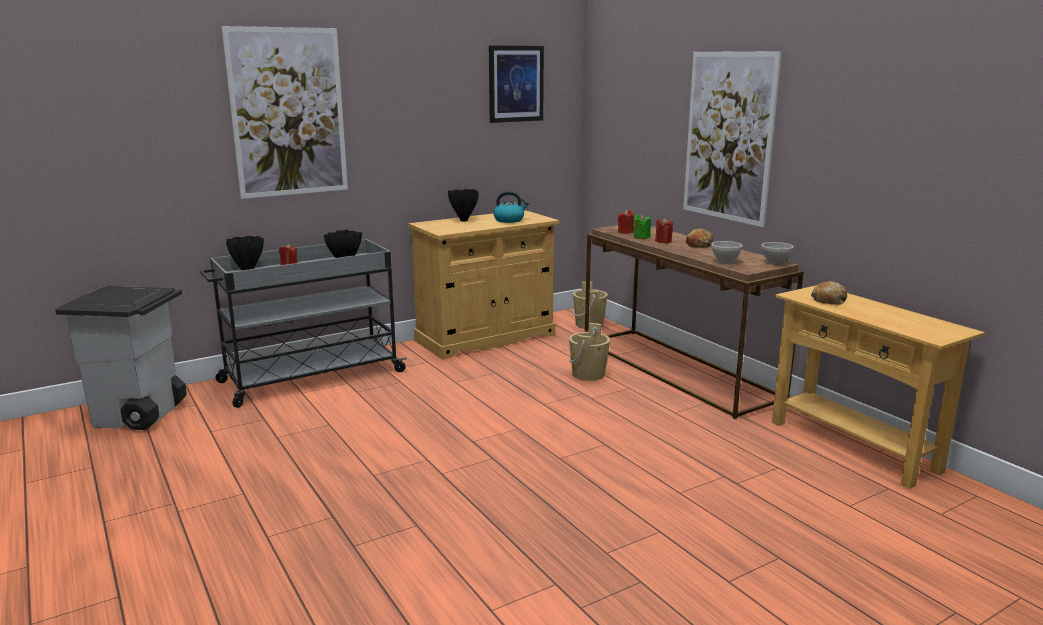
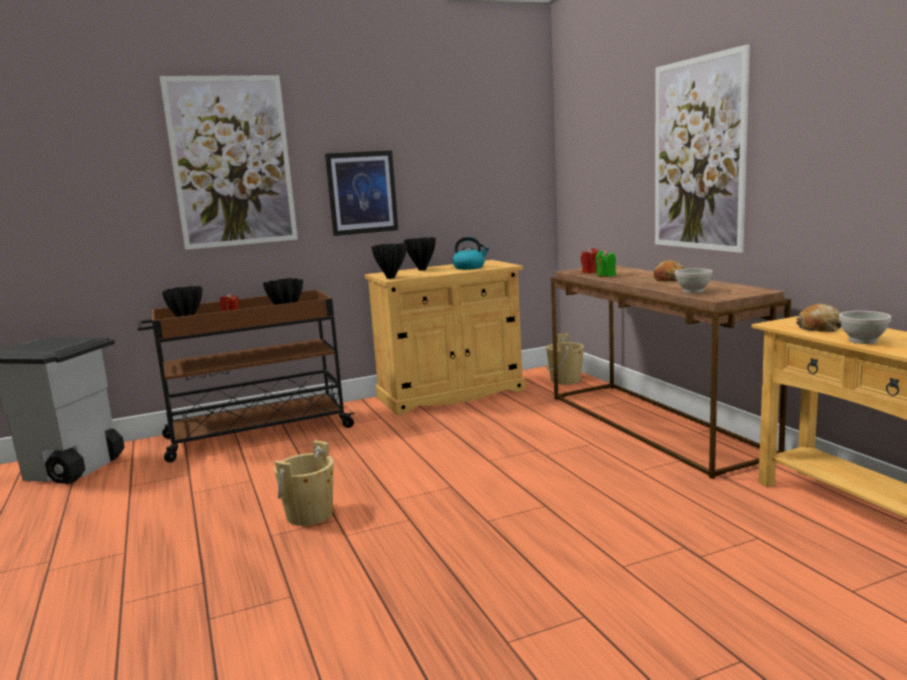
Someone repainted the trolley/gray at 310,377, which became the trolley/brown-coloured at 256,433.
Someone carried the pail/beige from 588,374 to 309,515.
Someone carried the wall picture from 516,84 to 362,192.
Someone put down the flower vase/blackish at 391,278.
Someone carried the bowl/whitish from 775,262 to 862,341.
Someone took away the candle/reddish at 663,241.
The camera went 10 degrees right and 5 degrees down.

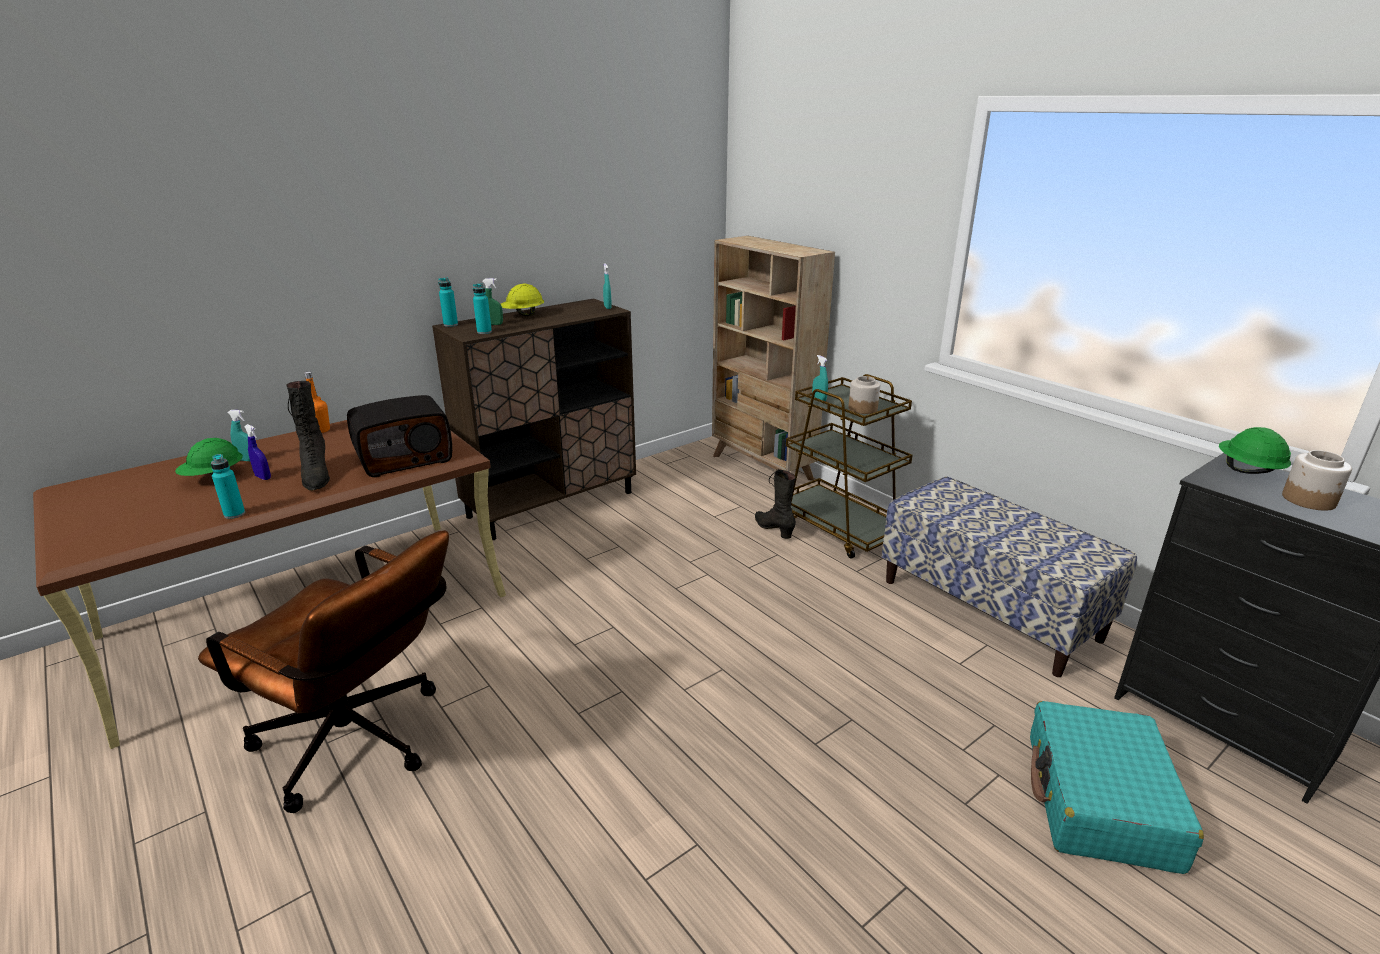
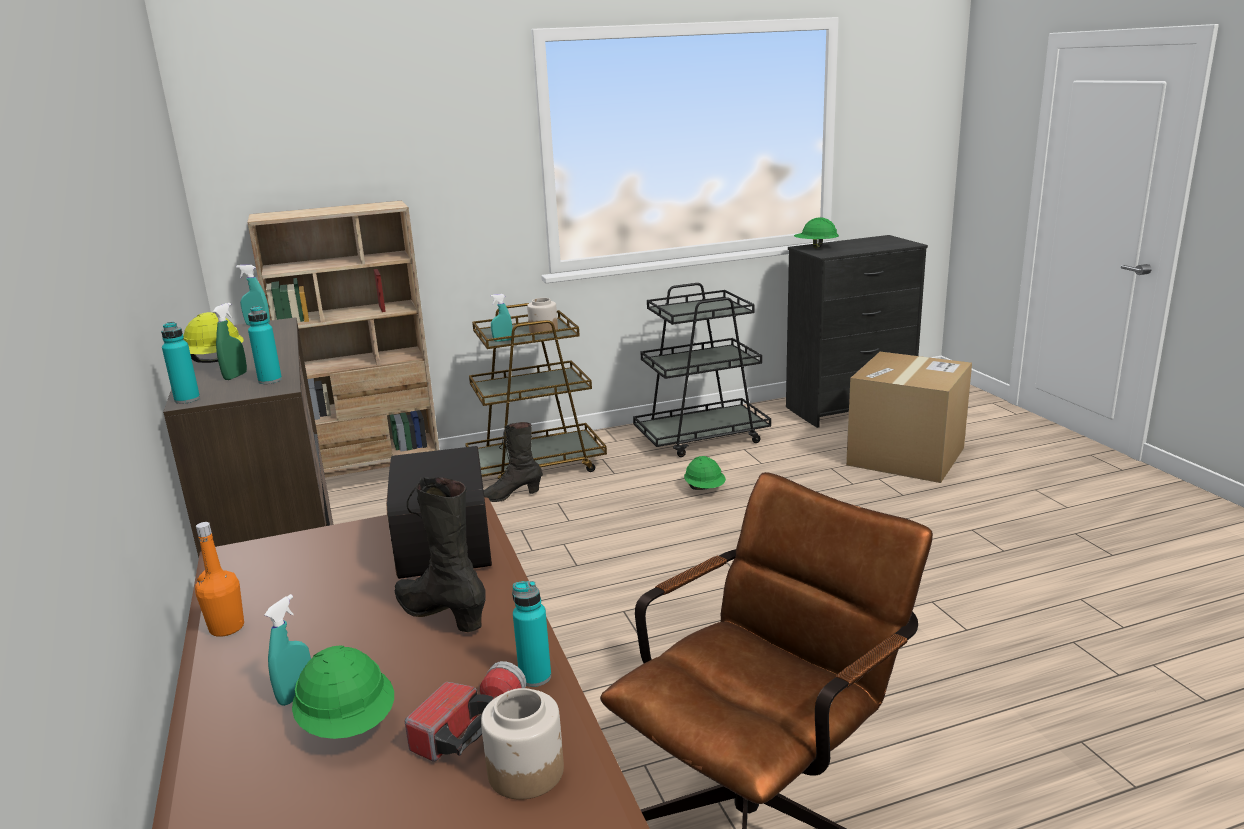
Someone rotated the high-top boot/blackish at 316,476 by 135 degrees counterclockwise.
Someone put down the hand torch at 470,726.
Someone carried the storage jar from 1309,500 to 527,771.
Someone swapped the bench at 989,609 for the trolley/blackish at 702,438.
Someone put down the hard hat/greenish at 705,489.
Someone swapped the travel case/turquoise at 1099,801 for the packing box at 905,456.
Someone took away the hand sprayer/bluish at 263,477.
The camera went 70 degrees left and 5 degrees down.

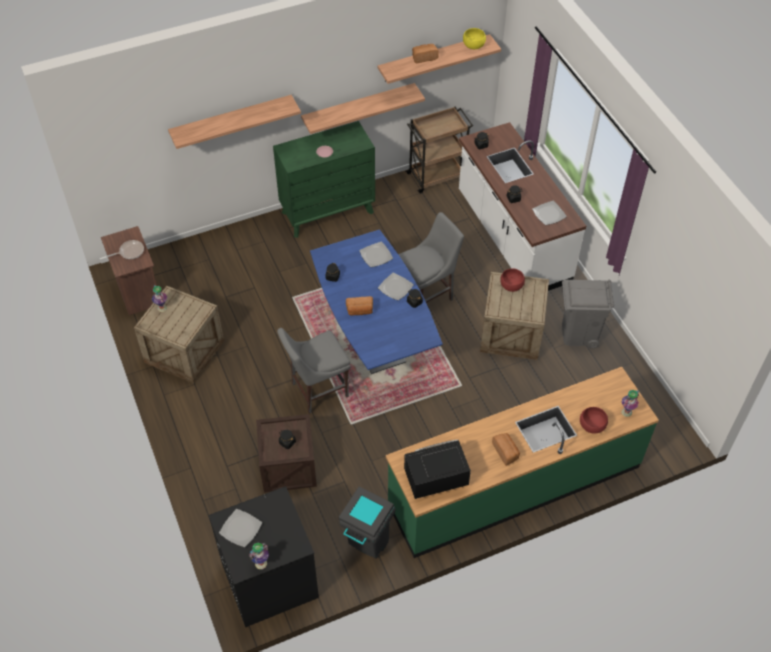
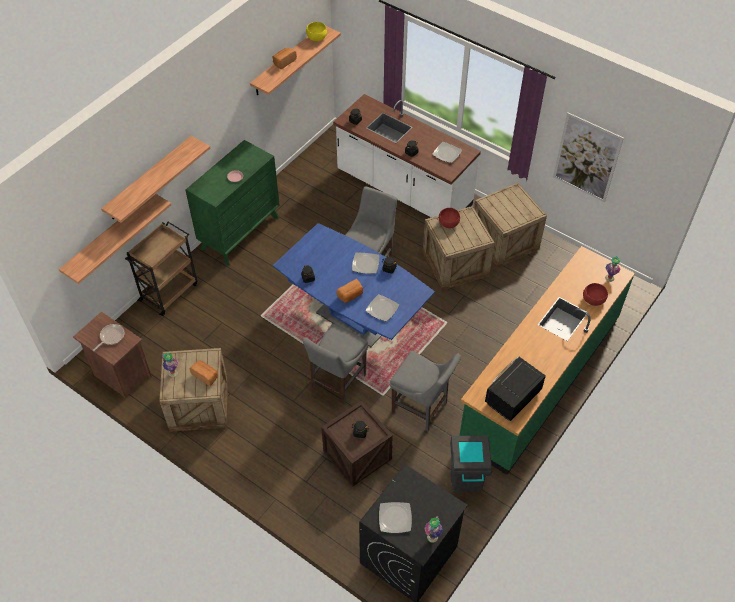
Someone carried the shelf from 358,107 to 109,236.
Someone carried the trolley/brown-coloured from 437,176 to 169,291.
Someone carried the bakery bread from 506,452 to 205,376.
Someone carried the plate from 376,255 to 382,308.
Someone put down the plain chair/gray at 421,409.
Someone swapped the trash can/gray at 578,333 for the packing crate at 504,241.
Someone put up the wall picture at 587,158.
The camera went 30 degrees left and 0 degrees up.

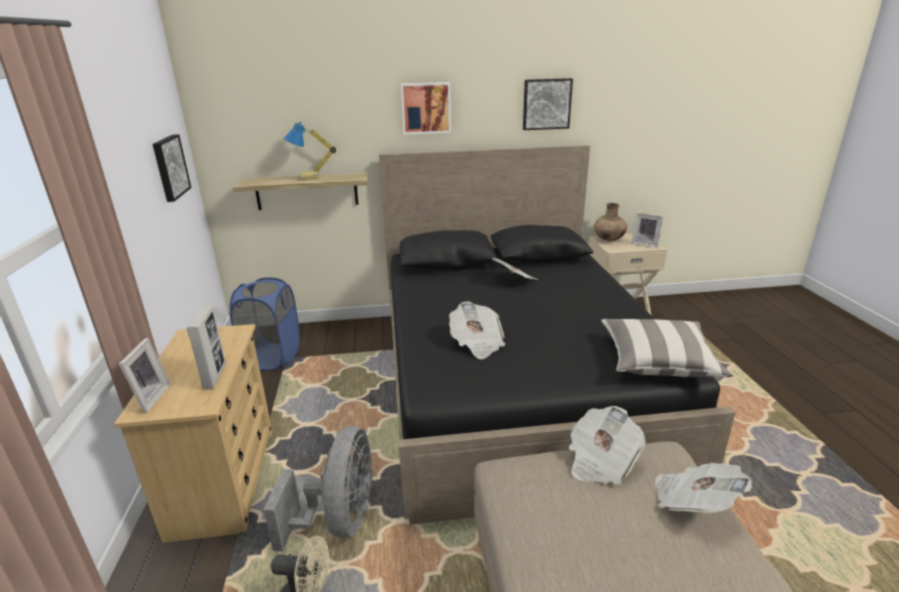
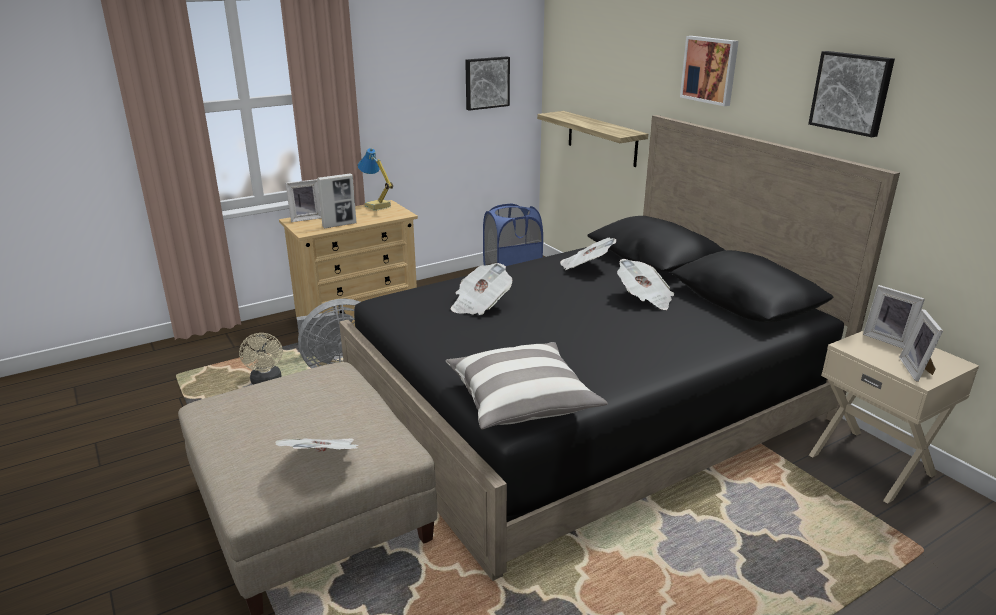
Someone carried the lamp for a table from 309,178 to 377,207.
Someone carried the printed paper from 600,461 to 585,267.
Someone swapped the flower vase/brown-coloured at 608,239 for the photo frame at 888,339.
The camera went 65 degrees right and 0 degrees up.

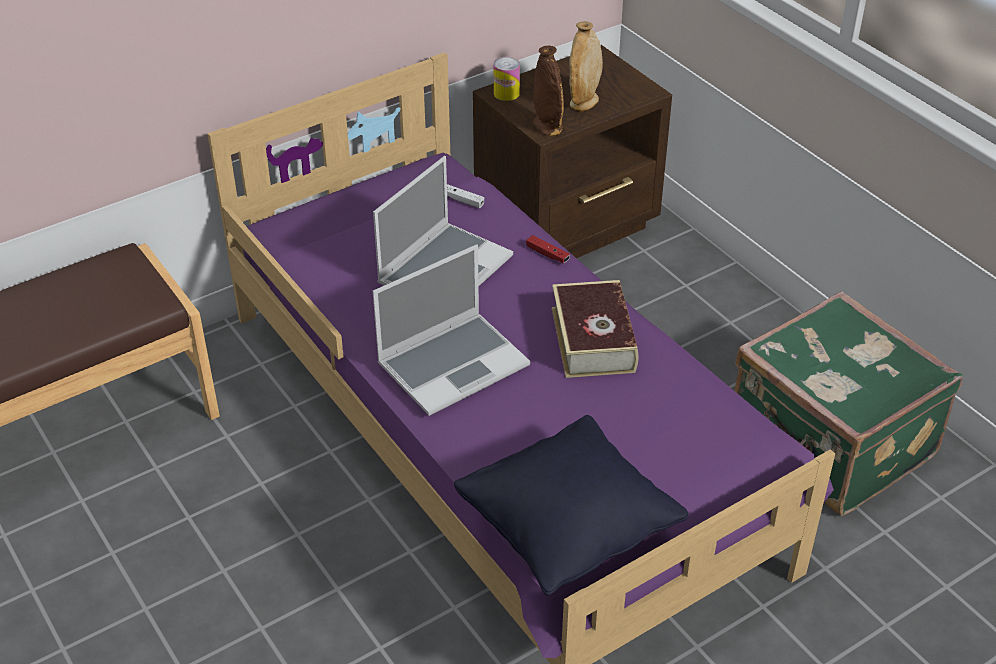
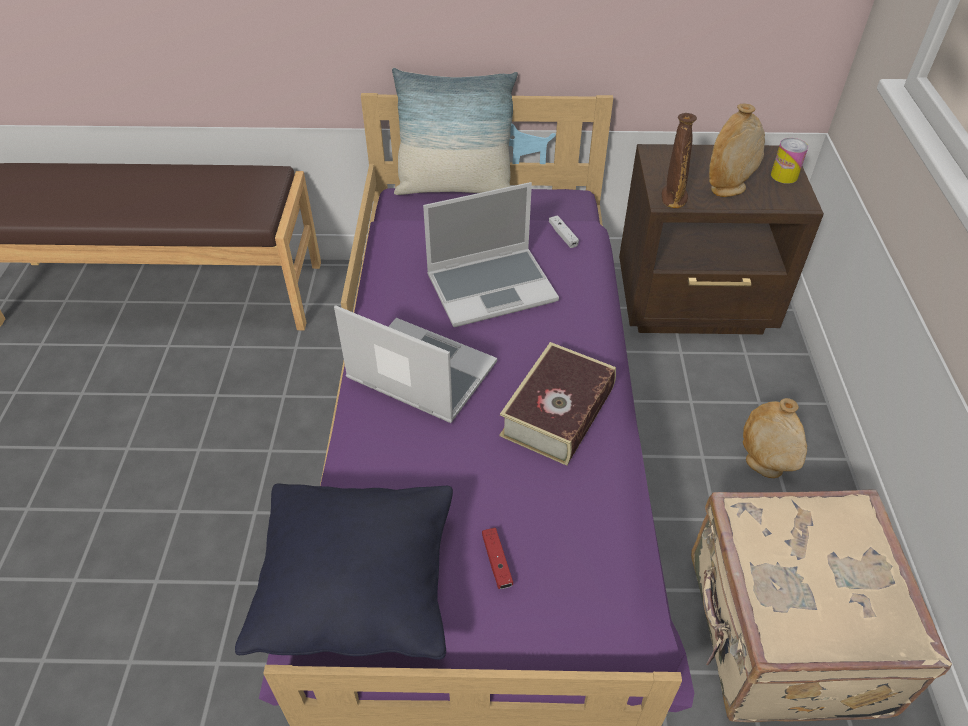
Someone rotated the notebook computer at 453,364 by 150 degrees counterclockwise.
Someone put down the pillow at 455,187.
Someone carried the game controller/reddish from 547,254 to 497,562.
Someone repainted the travel case/greenish at 829,444, which became the travel case/beige at 780,635.
Someone put down the flower vase/beige at 764,465.
Someone carried the sealed can from 506,93 to 784,175.
The camera went 35 degrees right and 5 degrees up.

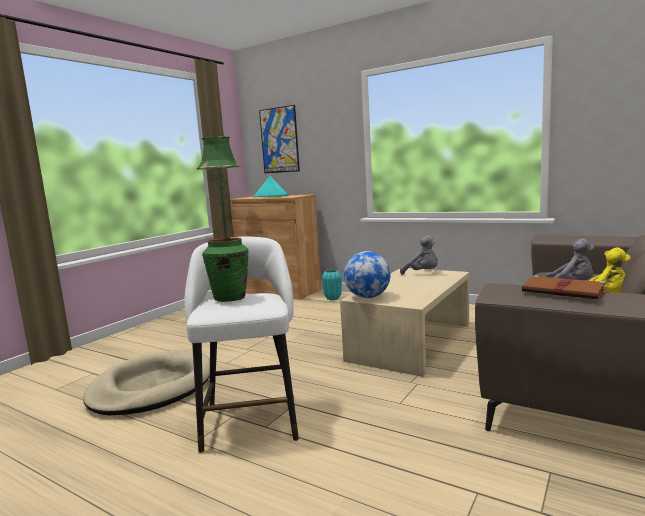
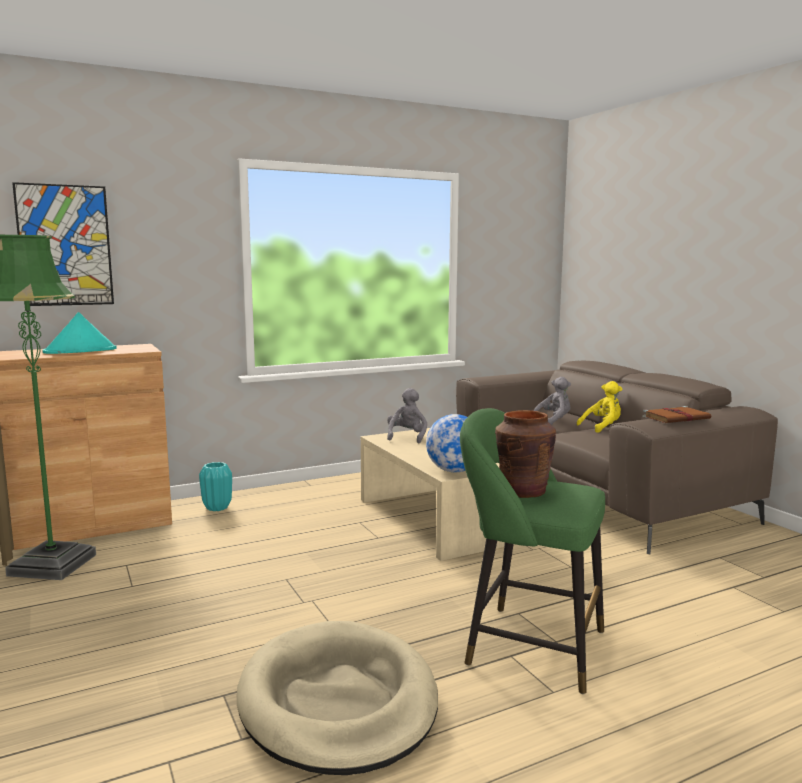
Someone rotated the soft toy/gray at 422,273 by 60 degrees counterclockwise.
Someone repainted the stool seat/whitish at 251,418, which became the stool seat/greenish at 527,645.
Someone repainted the flower vase/greenish at 230,298, which became the flower vase/brown-coloured at 523,492.
The camera went 60 degrees left and 0 degrees up.

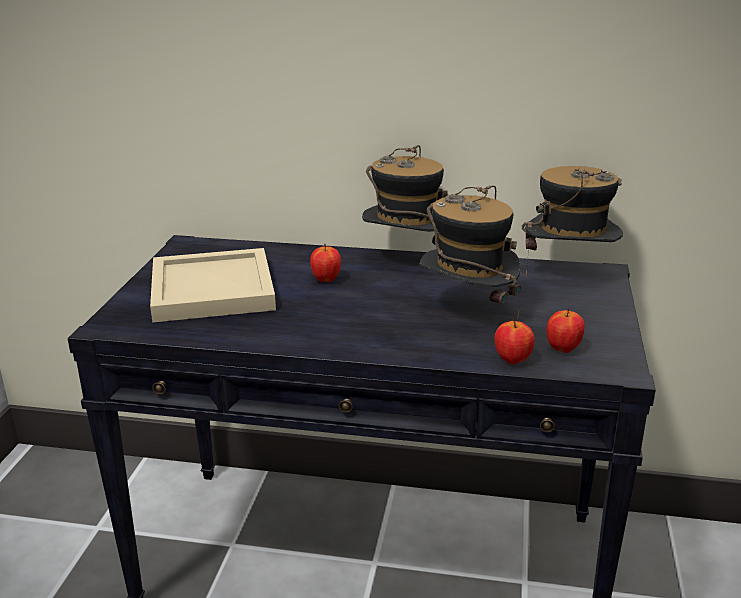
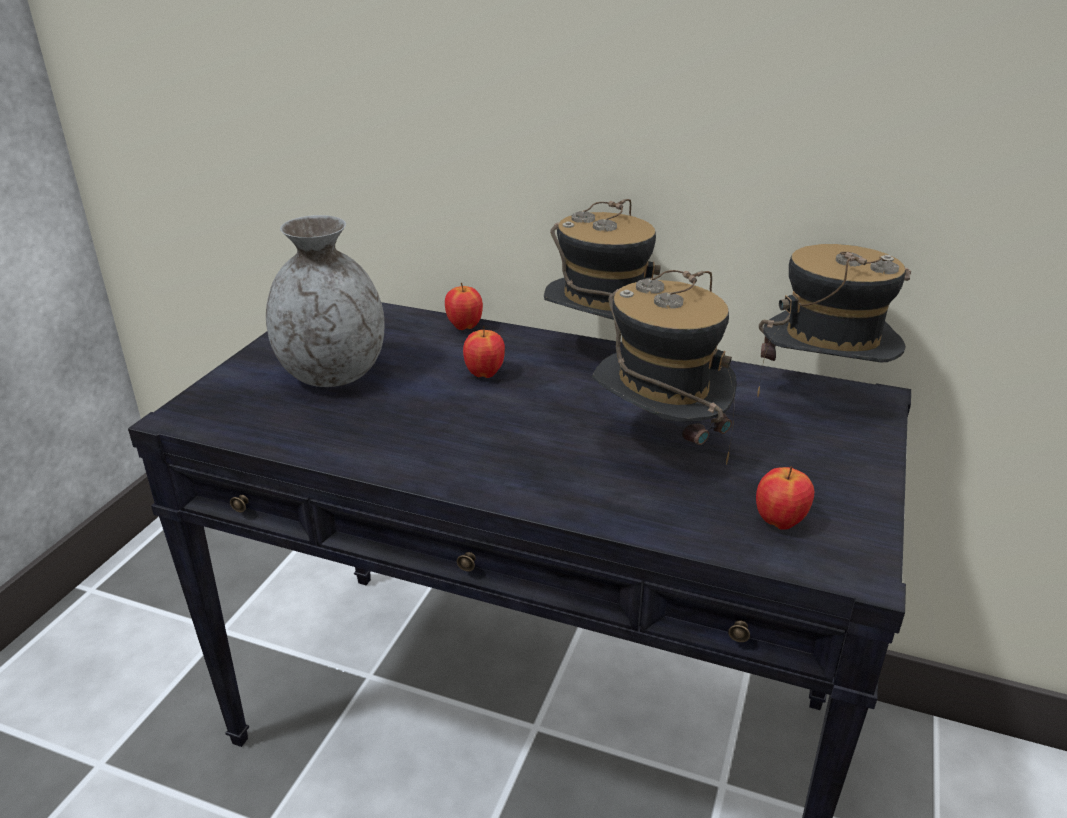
Someone swapped the tray/beige at 210,289 for the flower vase/gray at 332,374.
Someone carried the apple fruit from 512,360 to 464,327.
The camera went 10 degrees right and 5 degrees up.

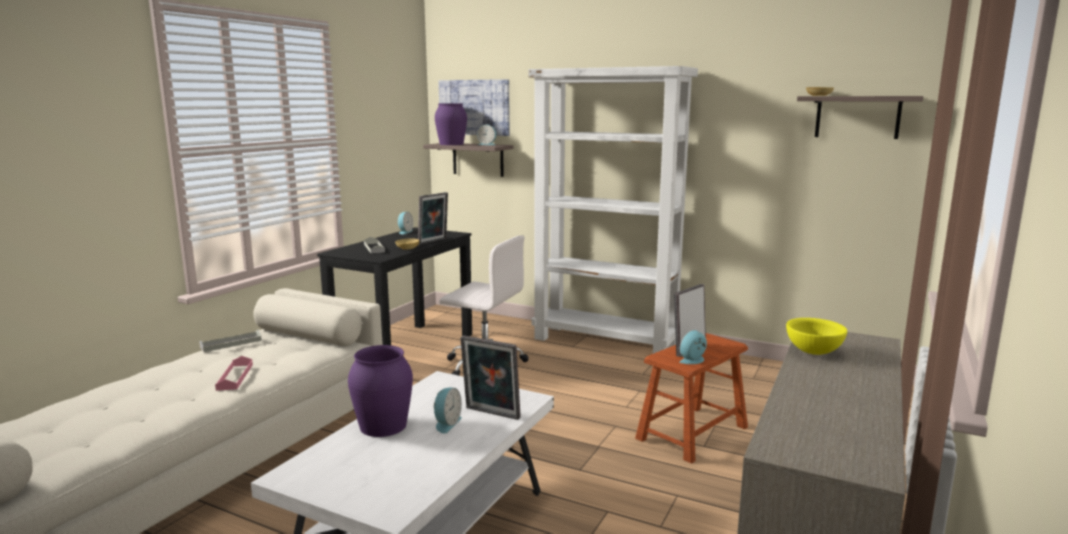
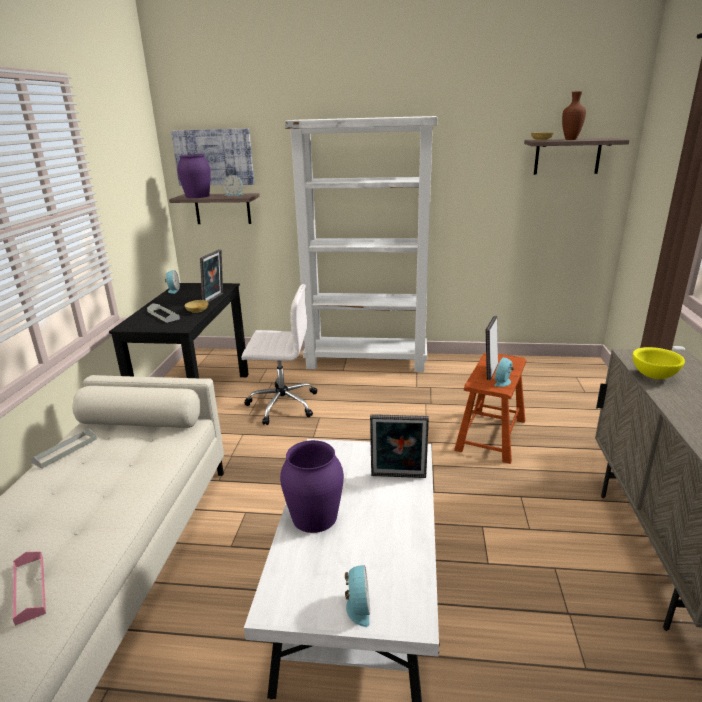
Someone carried the tray/pinkish from 235,377 to 30,589.
Someone carried the bedside clock from 446,423 to 357,607.
Someone put down the flower vase/brown-coloured at 571,139.
The camera went 20 degrees left and 10 degrees up.

